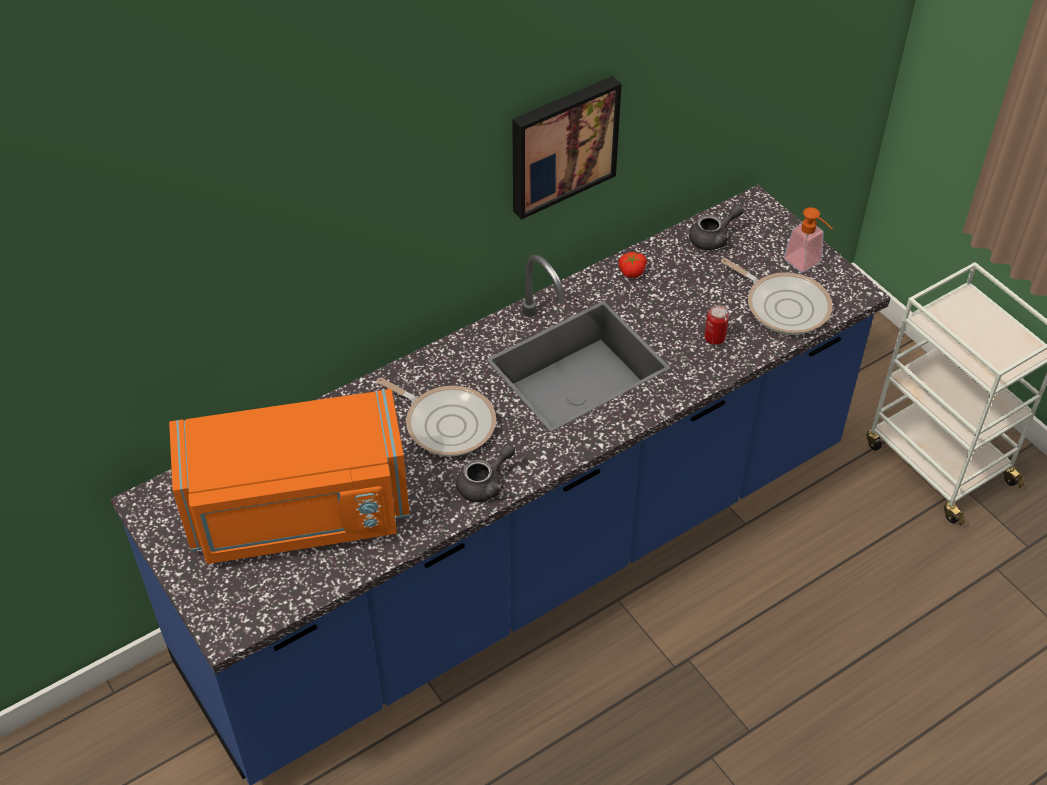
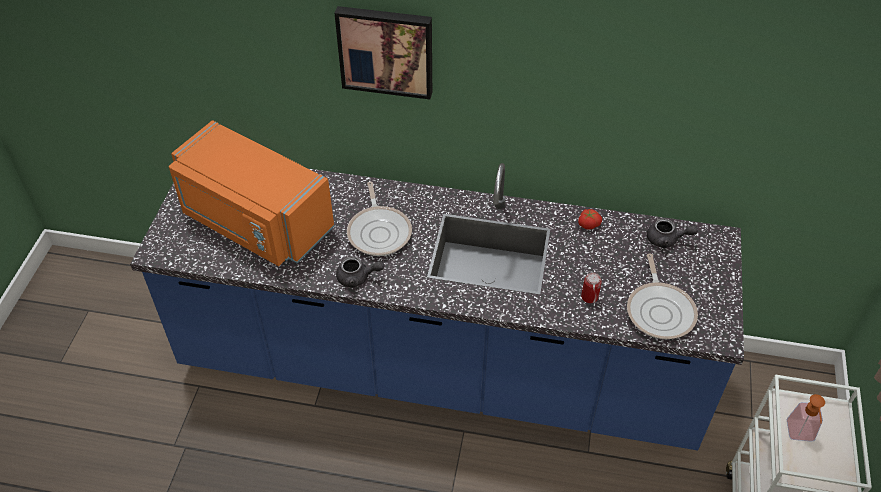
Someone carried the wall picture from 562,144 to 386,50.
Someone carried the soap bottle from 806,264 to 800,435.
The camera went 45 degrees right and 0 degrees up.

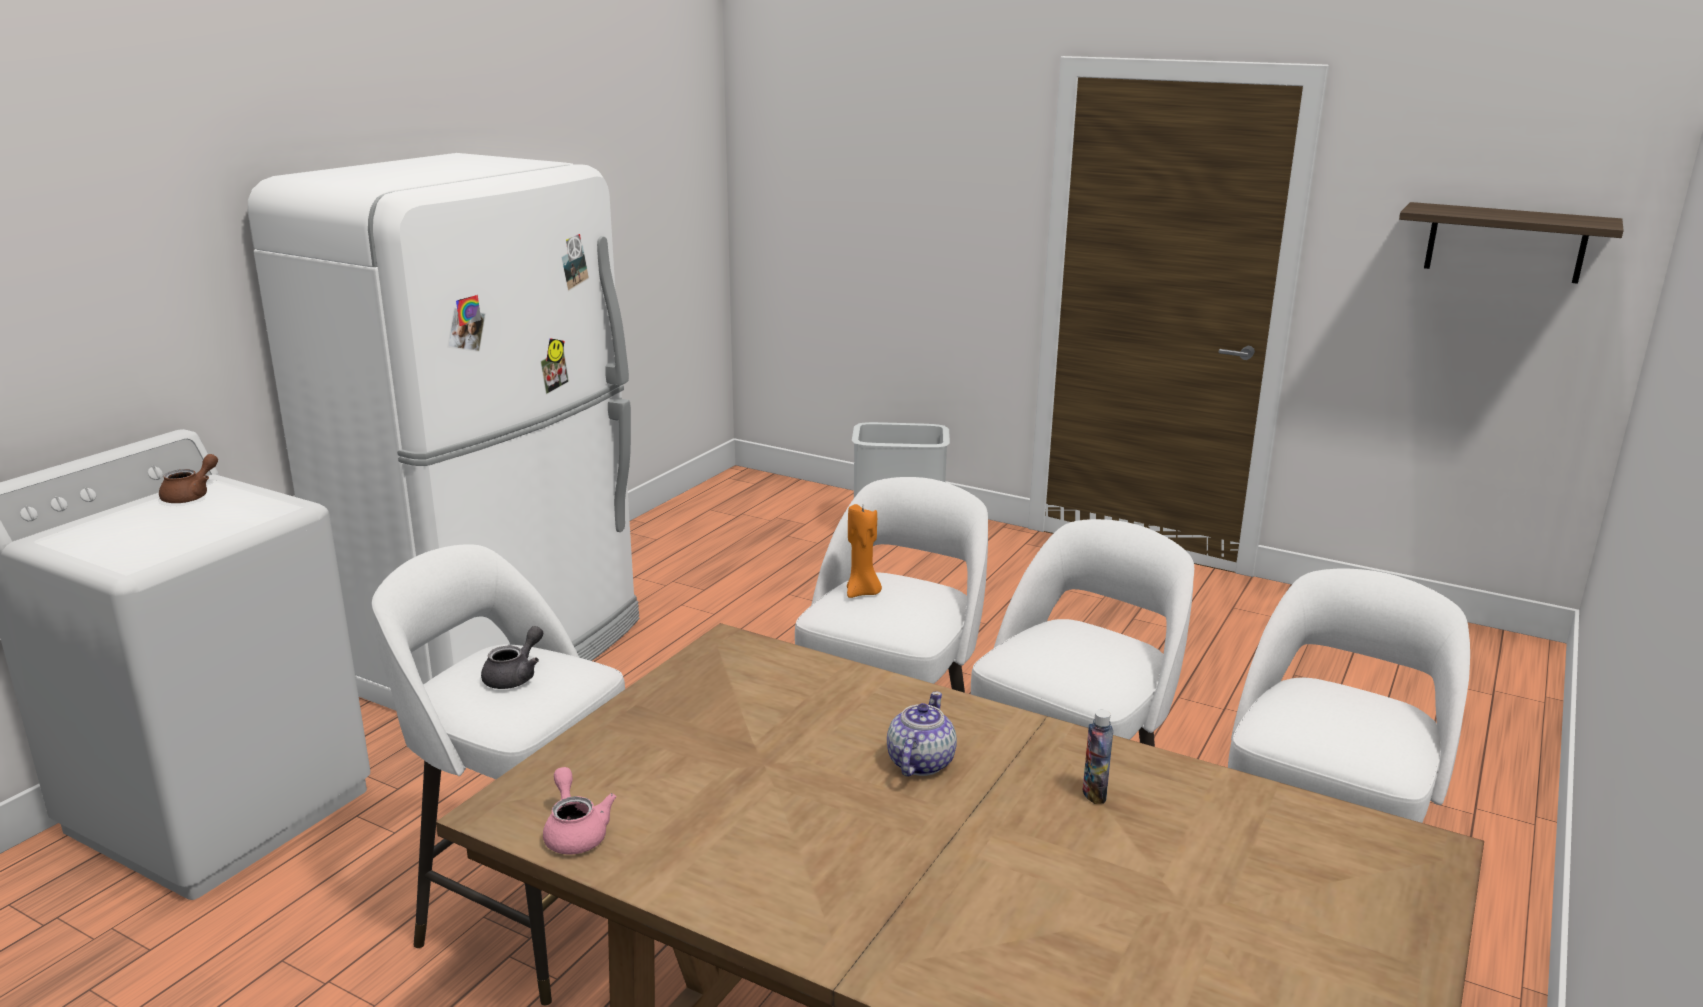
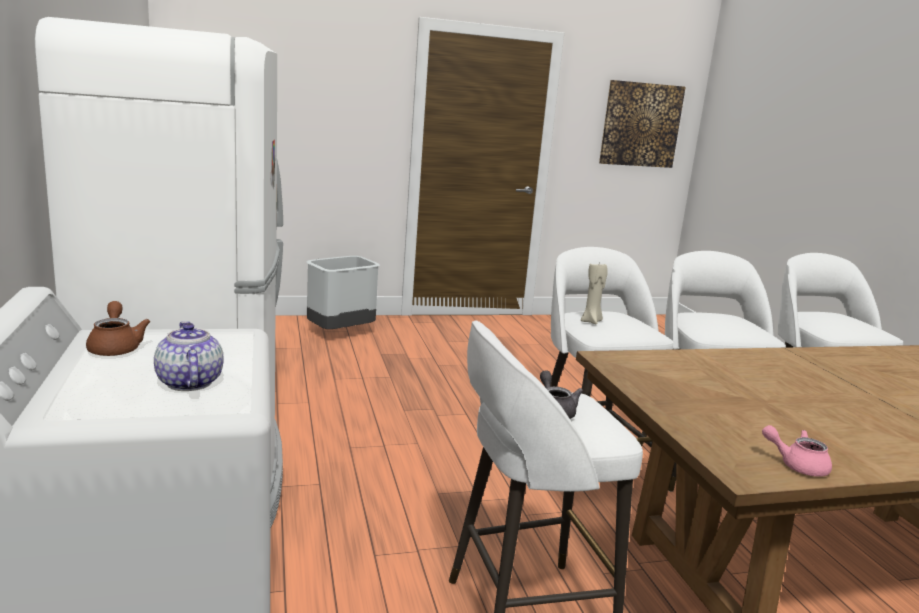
Someone carried the pot for tea from 919,763 to 189,383.
Someone repainted the candle/orange-coloured at 862,593, which became the candle/beige at 591,321.
Someone swapped the shelf at 1505,242 for the wall picture at 641,124.
Someone took away the drink bottle at 1094,794.
The camera went 45 degrees left and 5 degrees down.

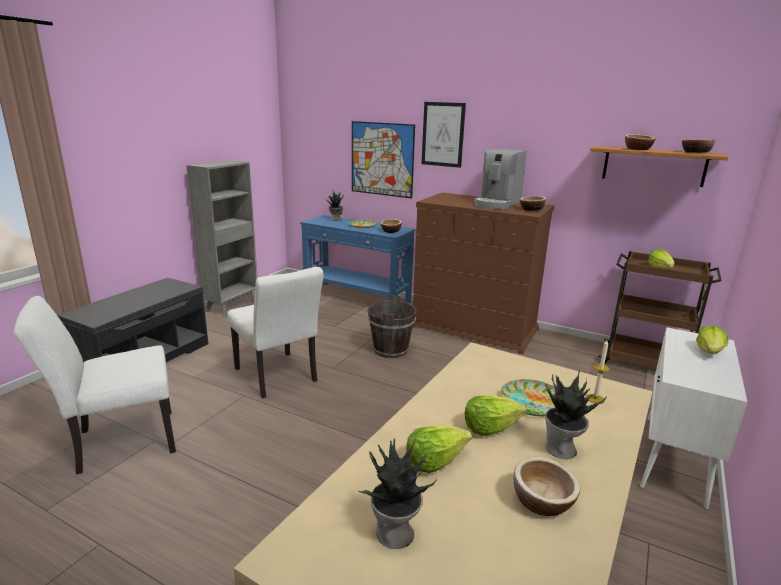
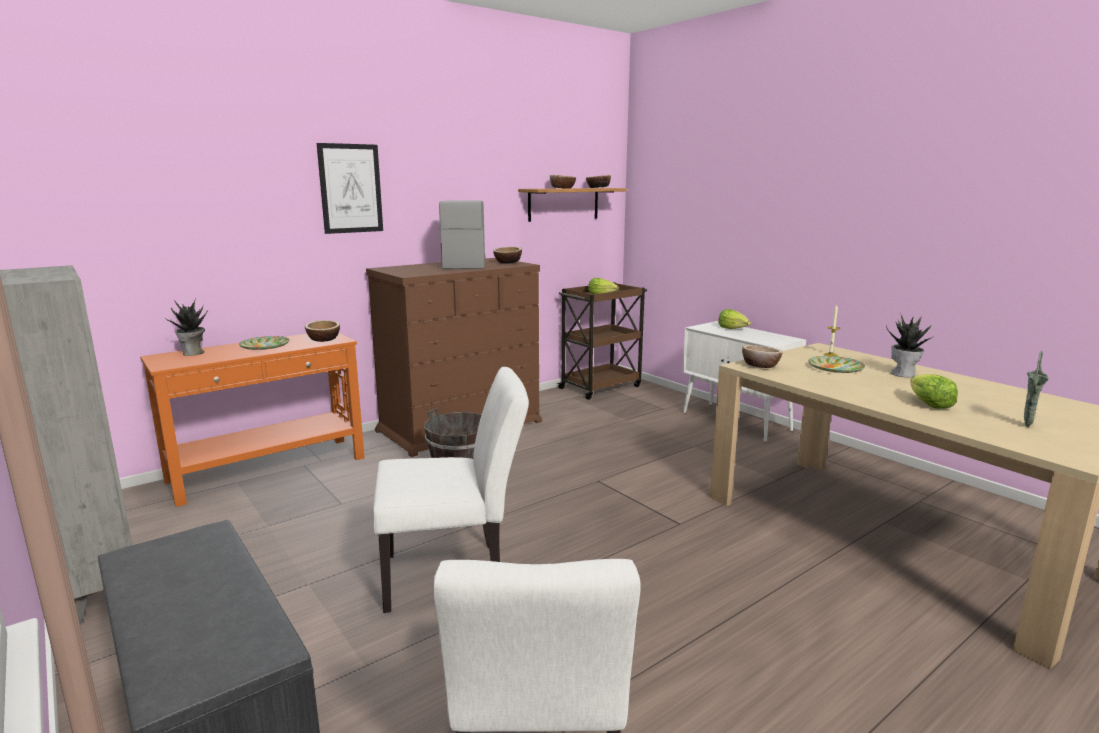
Someone repainted the narrow table/bluish at 357,298, which became the narrow table/orange-coloured at 269,469.
Someone rotated the coffee machine at 497,204 by 150 degrees counterclockwise.
Someone carried the bowl from 542,501 to 760,365.
Someone swapped the potted plant at 394,535 for the flower vase/greenish at 1027,426.
Someone took away the wall picture at 382,159.
Someone took away the lettuce head at 490,427.
The camera went 65 degrees left and 5 degrees down.

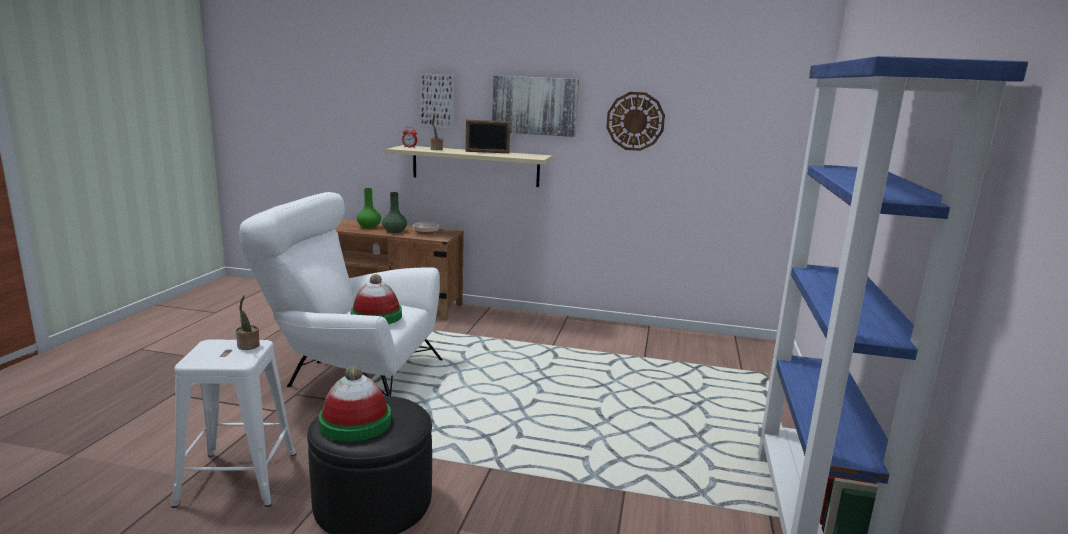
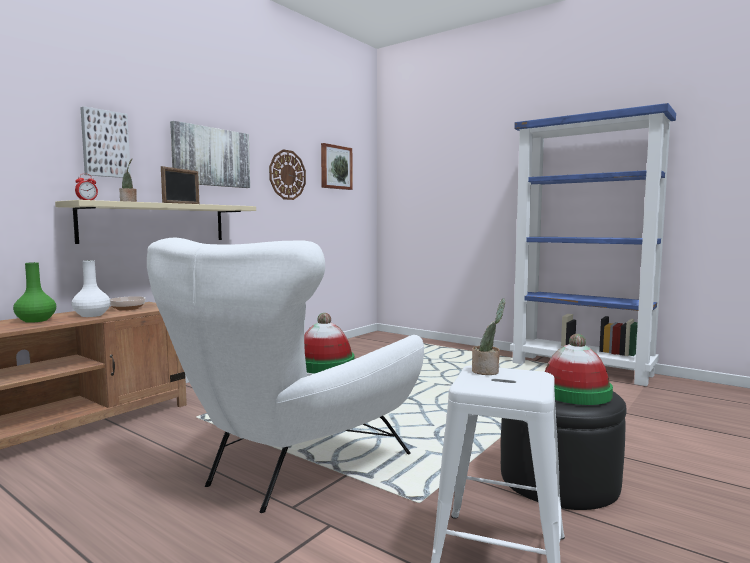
Someone repainted the flower vase/greenish at 394,231, which became the flower vase/whitish at 92,315.
Someone put up the wall picture at 335,167.
The camera went 65 degrees left and 10 degrees down.

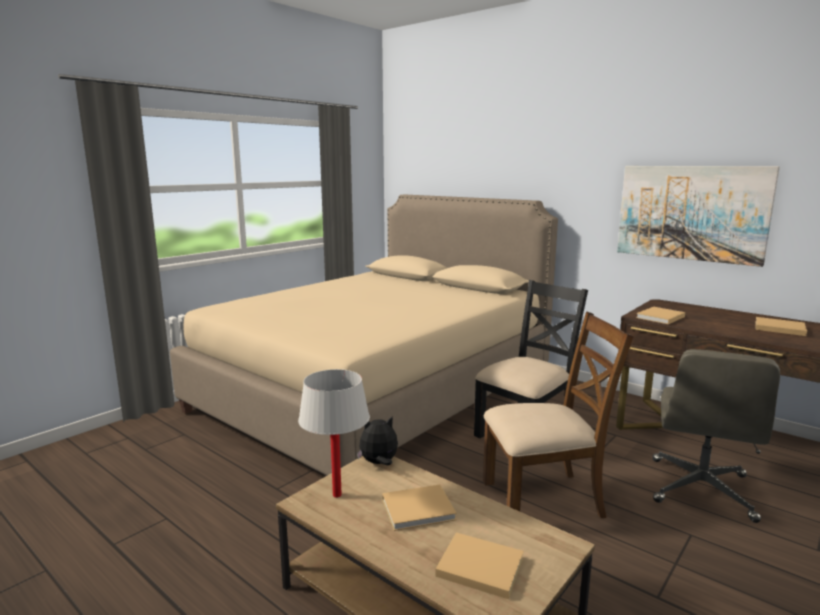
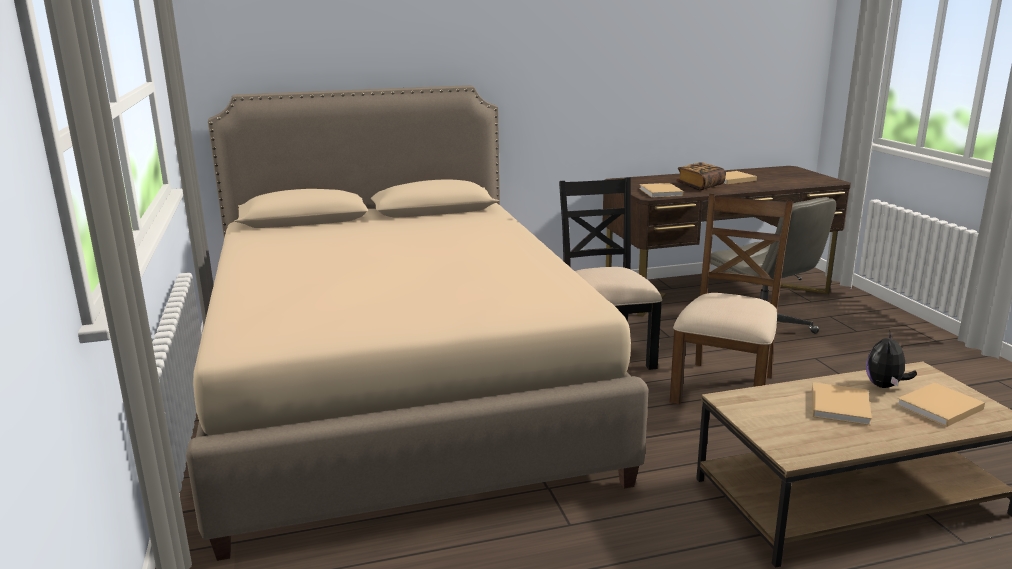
Someone put down the bound book at 700,186.
Someone carried the soft toy from 379,463 to 885,386.
Someone took away the lamp for a table/whitish at 337,495.
Someone took away the wall picture at 691,213.
The camera went 55 degrees left and 5 degrees up.

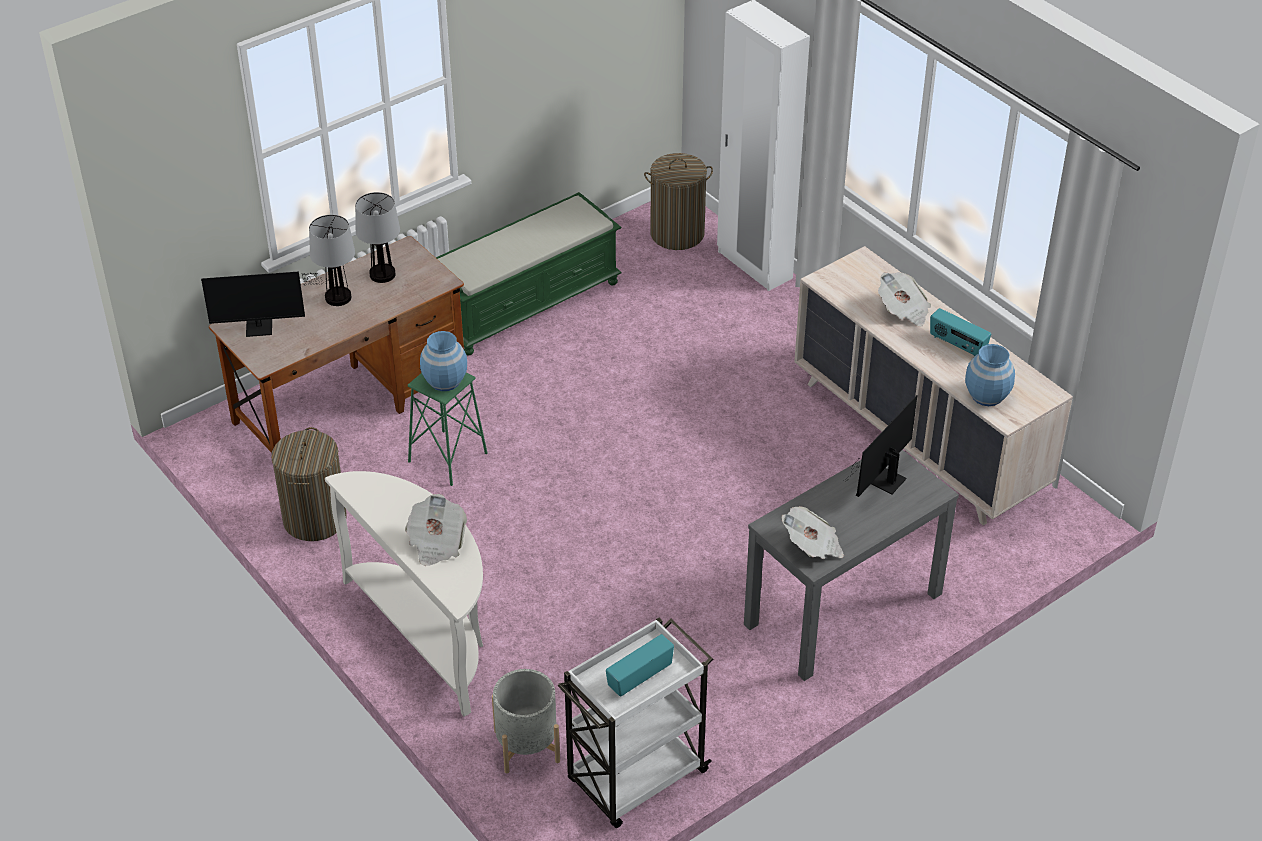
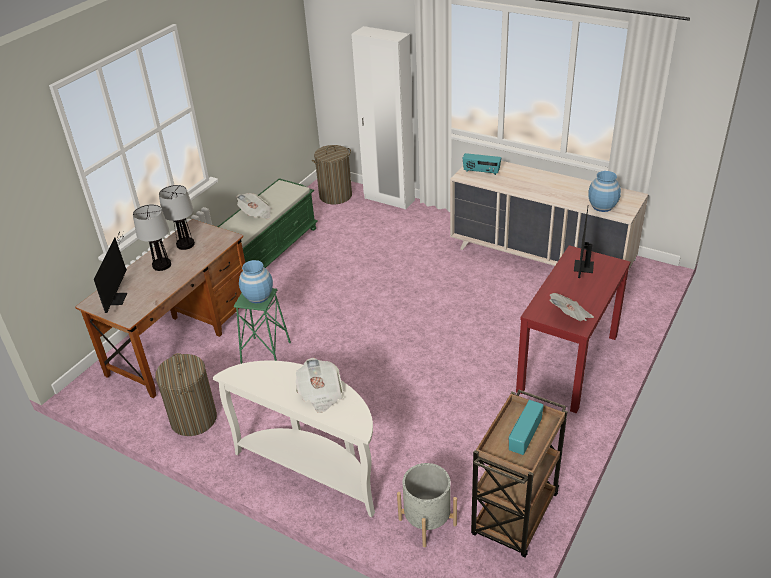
Someone rotated the computer screen at 264,328 by 60 degrees counterclockwise.
Someone carried the printed paper from 903,310 to 256,214.
Someone carried the radio from 957,345 to 481,172.
Someone repainted the trolley/whitish at 635,778, which became the trolley/brown-coloured at 514,516.
Someone repainted the narrow table/gray at 843,610, which became the narrow table/reddish at 568,363.
The camera went 20 degrees left and 5 degrees down.

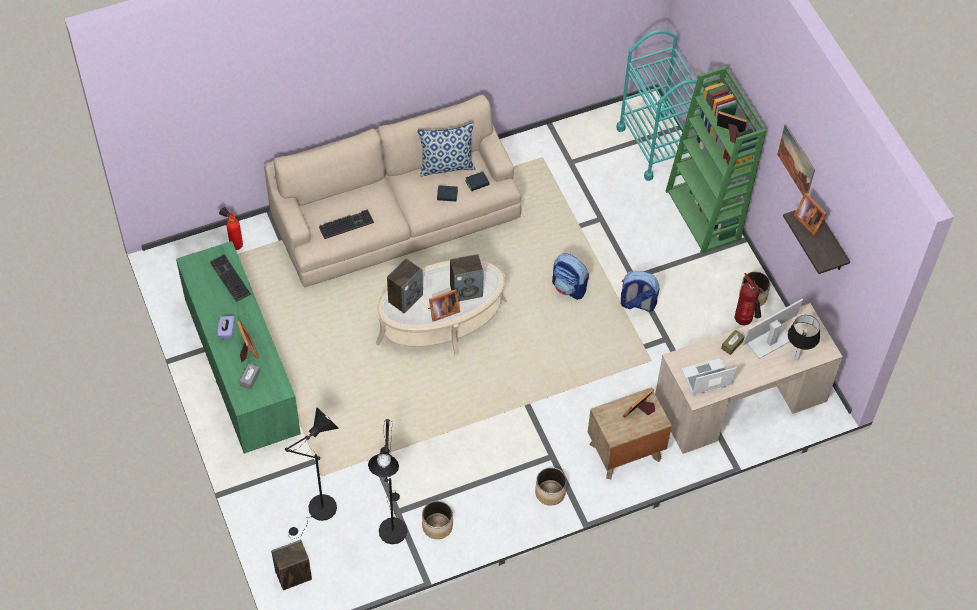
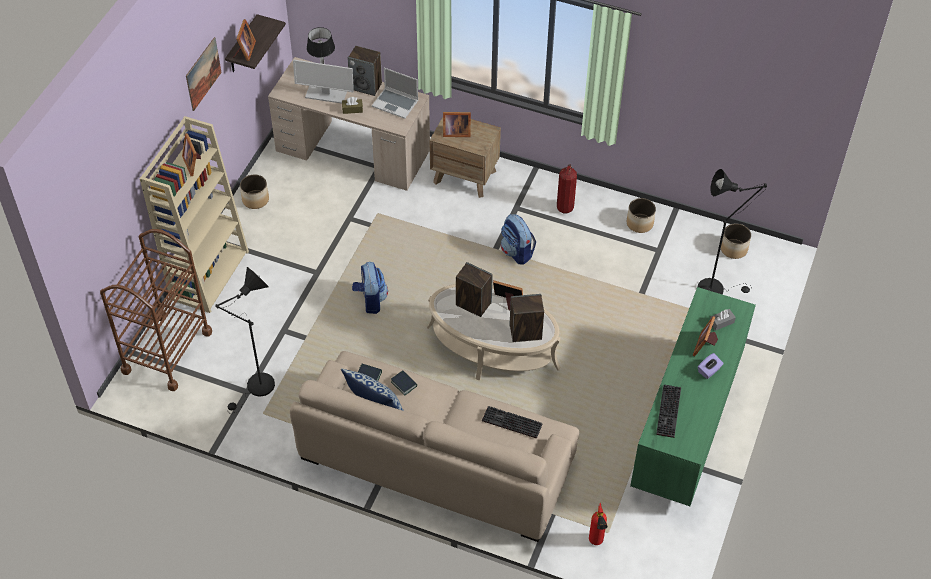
Someone repainted the trolley/turquoise at 656,145, which became the trolley/brown-coloured at 167,351.
Someone repainted the bookcase/greenish at 704,215, which became the bookcase/beige at 209,274.
Someone carried the floor lamp/blackish from 392,525 to 257,389.
Someone carried the audio speaker from 293,576 to 366,86.
Someone carried the knapsack from 637,303 to 517,252.
Someone carried the fire extinguisher from 744,321 to 565,207.
Someone carried the flower pot from 549,492 to 734,249.
The camera went 135 degrees left and 5 degrees down.

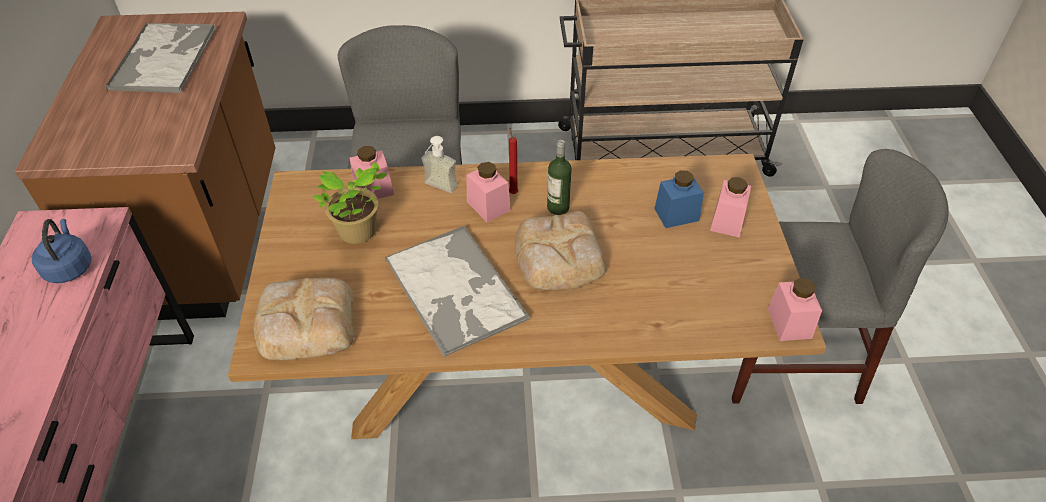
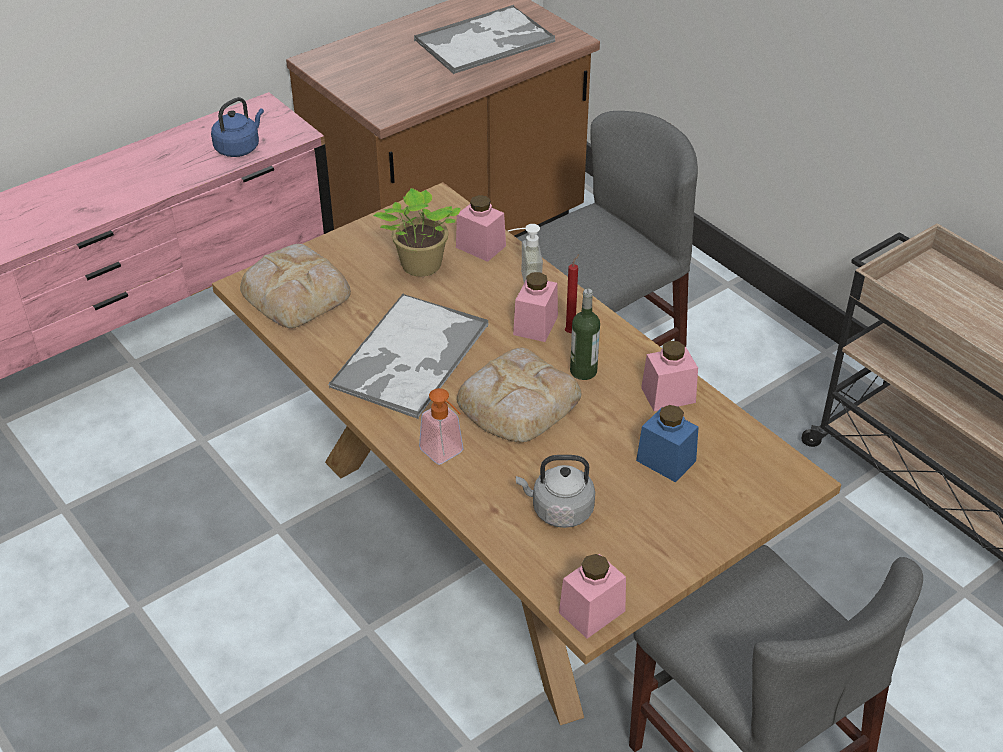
Someone put down the soap bottle at 446,454.
Someone put down the tea kettle/gray at 559,510.
Someone carried the storage jar/pinkish from 727,221 to 668,395.
The camera went 55 degrees right and 5 degrees down.

